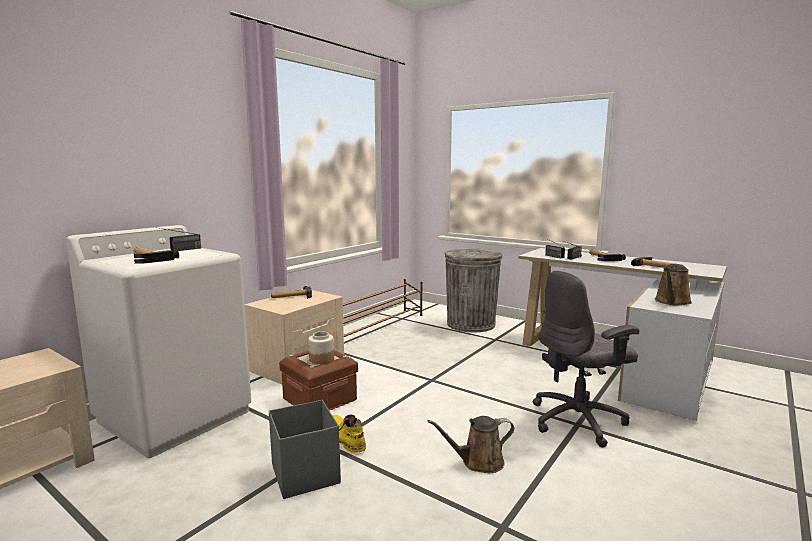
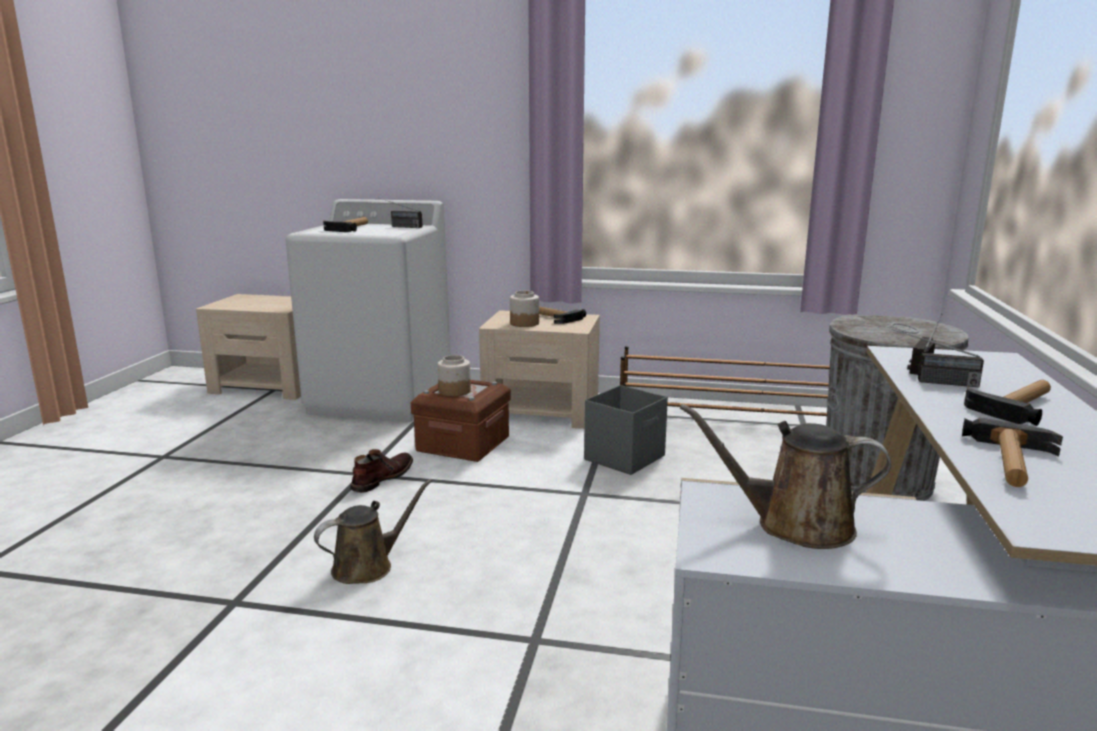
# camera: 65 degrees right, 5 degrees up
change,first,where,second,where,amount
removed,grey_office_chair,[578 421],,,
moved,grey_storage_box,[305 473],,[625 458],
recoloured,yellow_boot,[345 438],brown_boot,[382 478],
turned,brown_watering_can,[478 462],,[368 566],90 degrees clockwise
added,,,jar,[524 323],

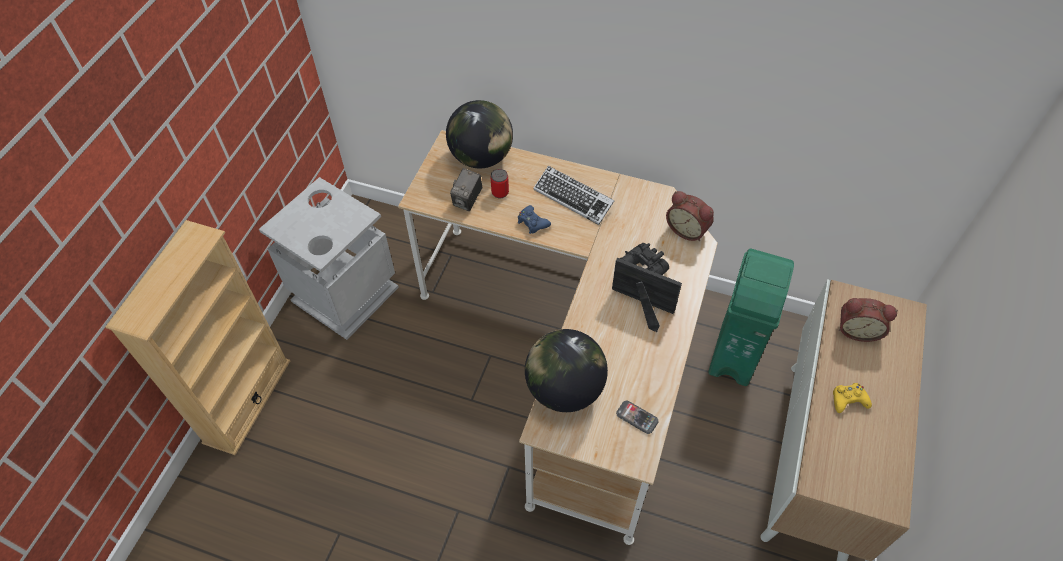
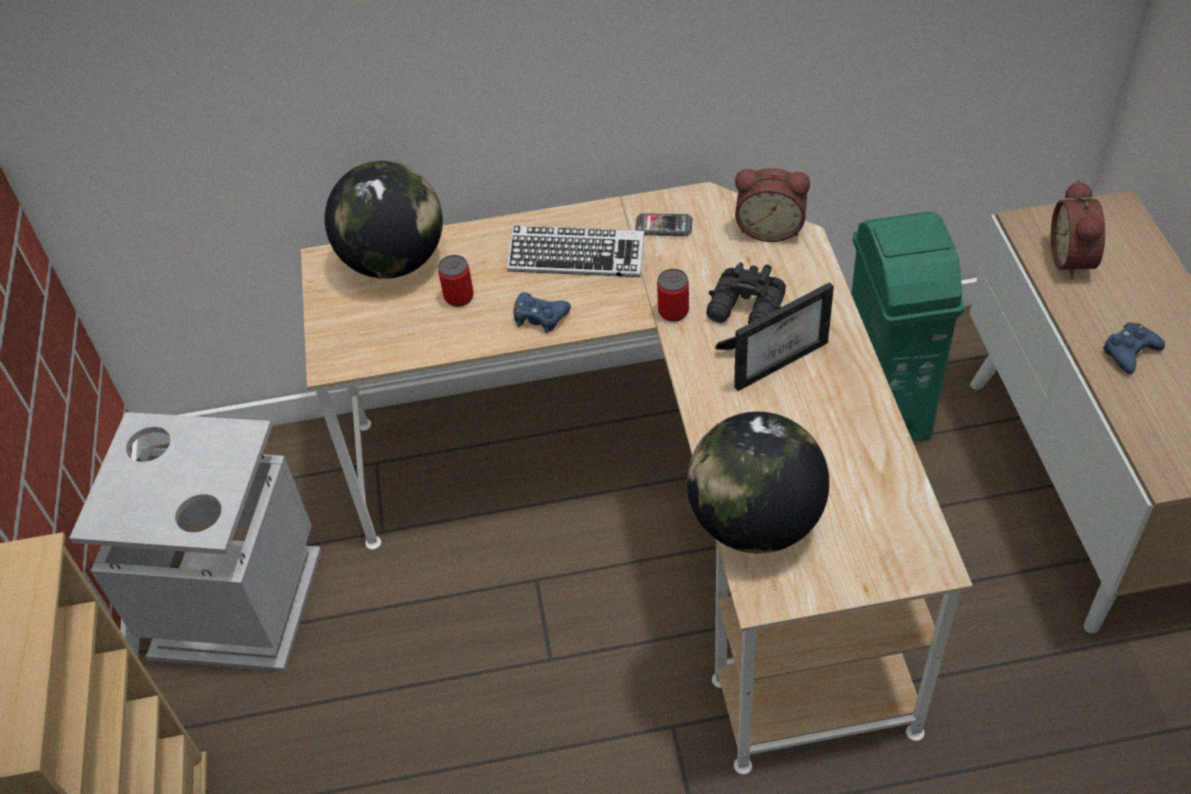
# camera: 25 degrees left, 5 degrees down
change,first,where,second,where,amount
removed,photo_camera,[467 200],,,
turned,picture_frame,[639 305],,[776 357],150 degrees clockwise
turned,alarm_clock,[857 329],,[1074 259],105 degrees clockwise
recoloured,yellow_game_controller,[848 400],blue_game_controller,[1129 352],
moved,phone,[637 417],,[664 226],
added,,,can,[673 311],

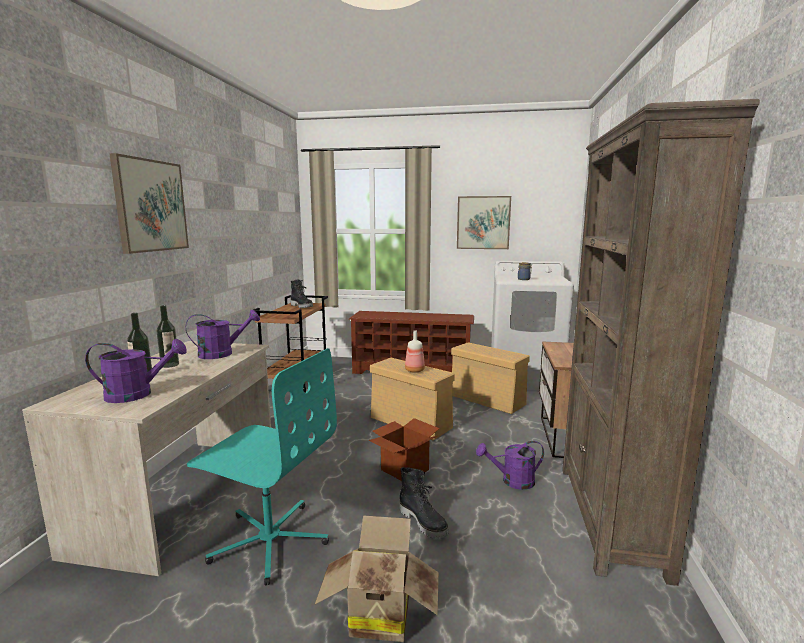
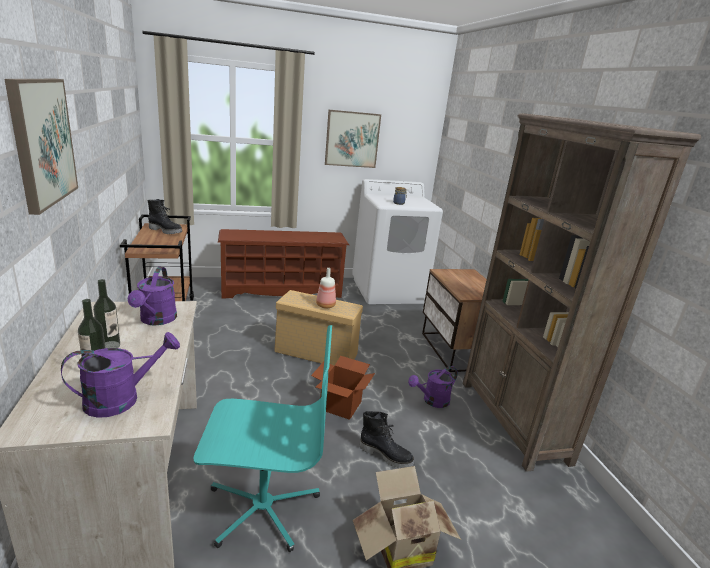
# camera: 25 degrees left, 10 degrees up
change,first,where,second,where,amount
turned,purple_watering_can,[222 353],,[156 320],135 degrees clockwise
removed,beige_storage_box,[488 400],,,

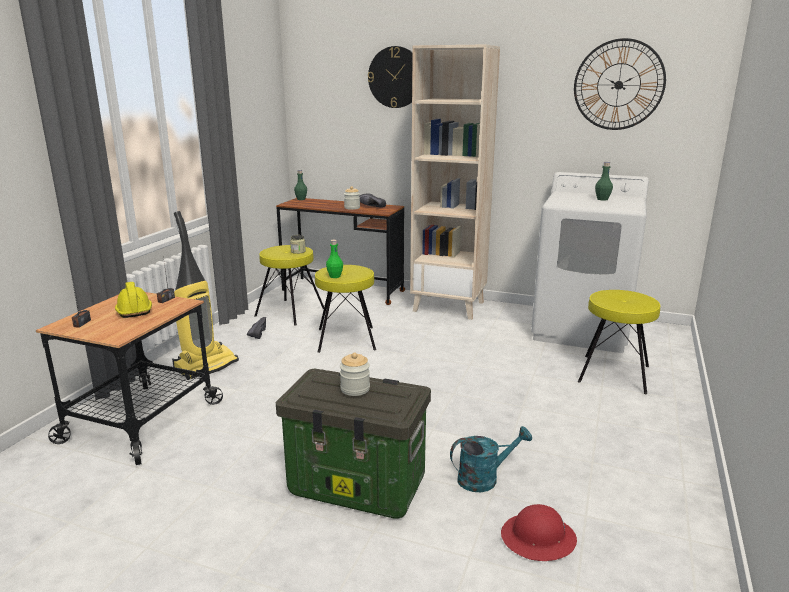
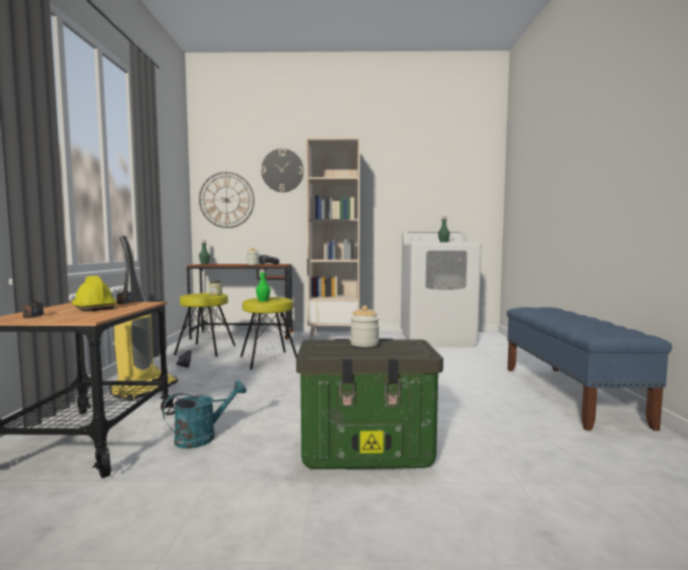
# camera: 20 degrees left, 15 degrees down
change,first,where,second,where,amount
moved,wall_clock,[618 85],,[226 200],
removed,yellow_stool,[614 373],,,
moved,turquoise_watering_can,[484 478],,[203 437],
removed,red_hard_hat,[538 539],,,
added,,,blue_bench,[569 394],

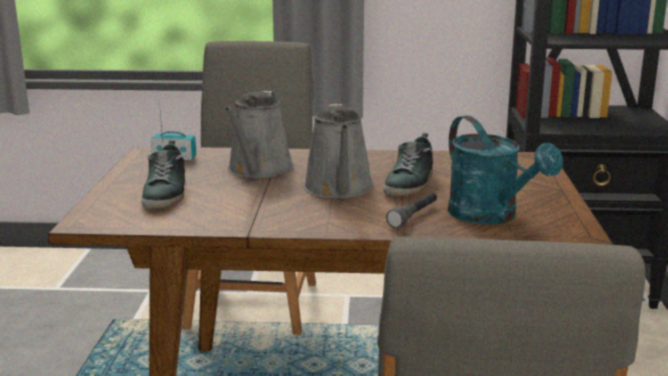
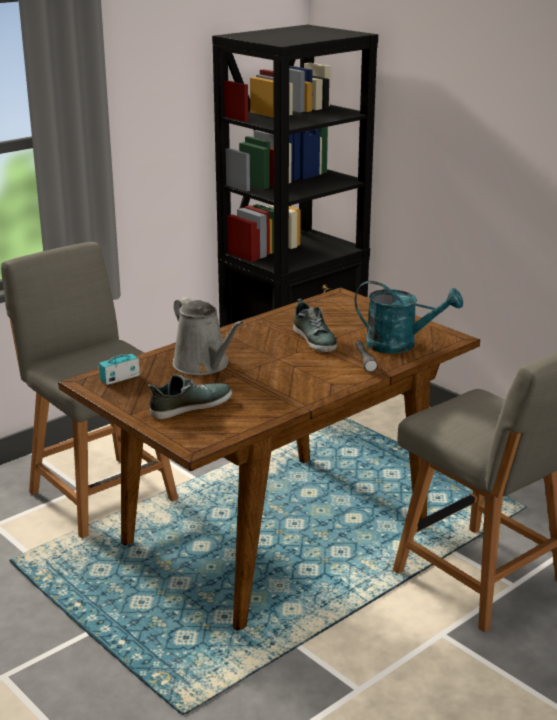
# camera: 45 degrees left, 5 degrees up
change,first,where,second,where,amount
removed,grey_watering_can,[339 189],,,
turned,shoe,[166 193],,[190 405],75 degrees counterclockwise

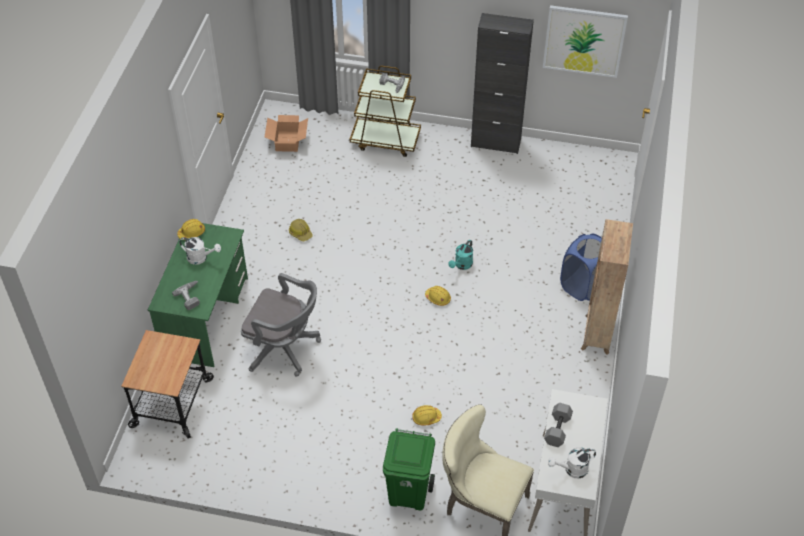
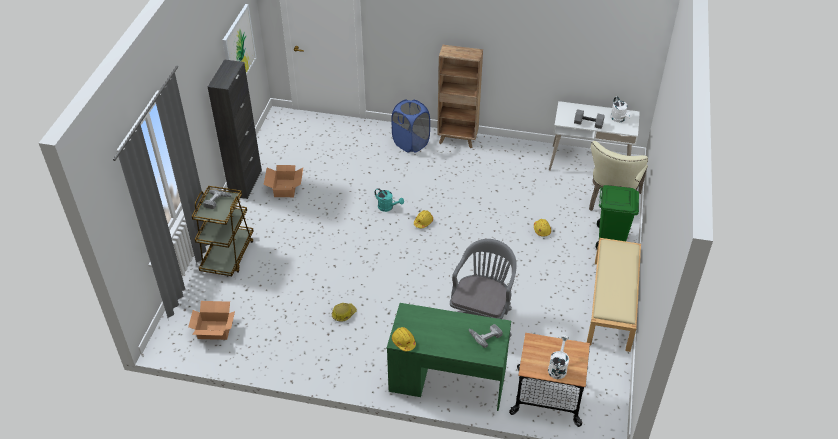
# camera: 90 degrees left, 5 degrees down
change,first,where,second,where,amount
moved,white_watering_can,[200 258],,[558 367],
added,,,cardboard_box,[285 188],
added,,,beige_bench,[612 305],

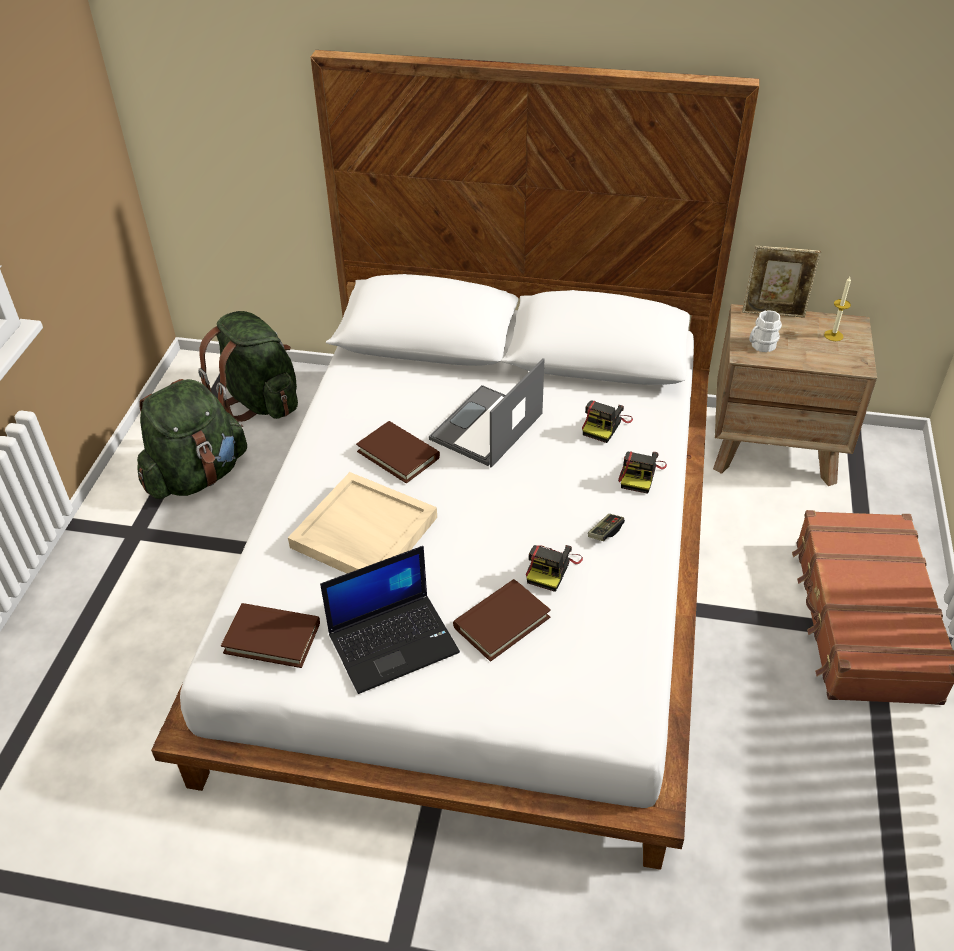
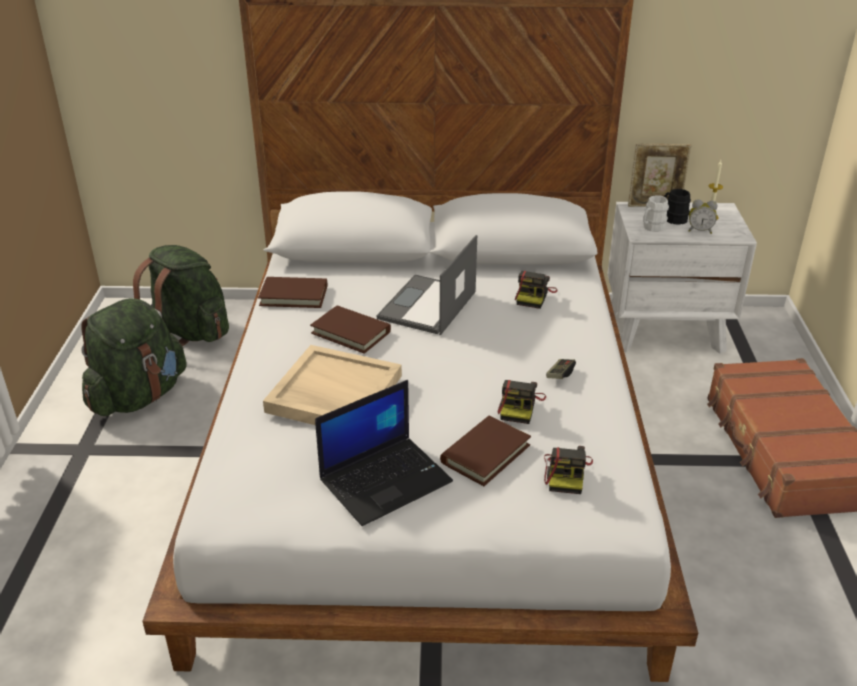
# camera: 10 degrees left, 10 degrees down
change,first,where,second,where,amount
recoloured,brown_nightstand,[775 448],white_nightstand,[665 329],
moved,photo_camera,[640 474],,[566 473],
moved,brown_book,[272 638],,[294 295],
added,,,black_mug,[673 218],
added,,,alarm_clock,[699 230],

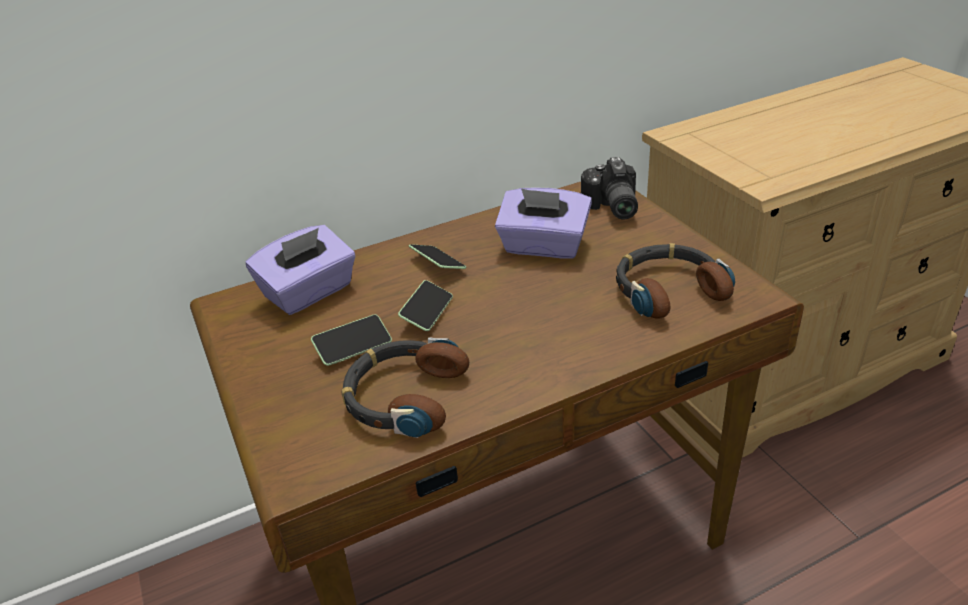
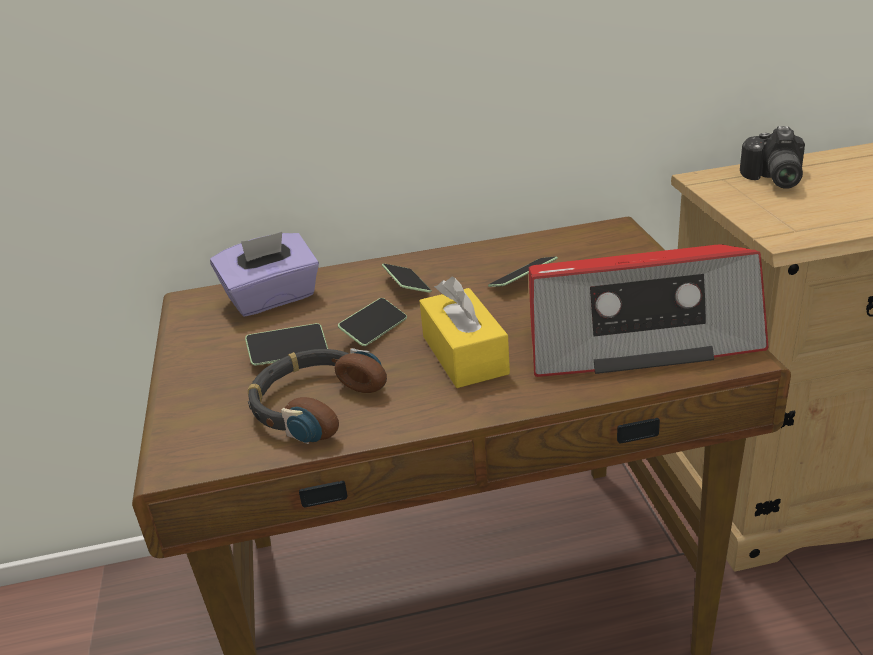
# camera: 15 degrees right, 5 degrees down
change,first,where,second,where,amount
moved,photo_camera,[611 207],,[772 179],
replaced,purple_tissue_box,[543 246],phone,[523 281],
replaced,headphones,[668 290],radio,[637 337],
added,,,yellow_tissue_box,[464 355],

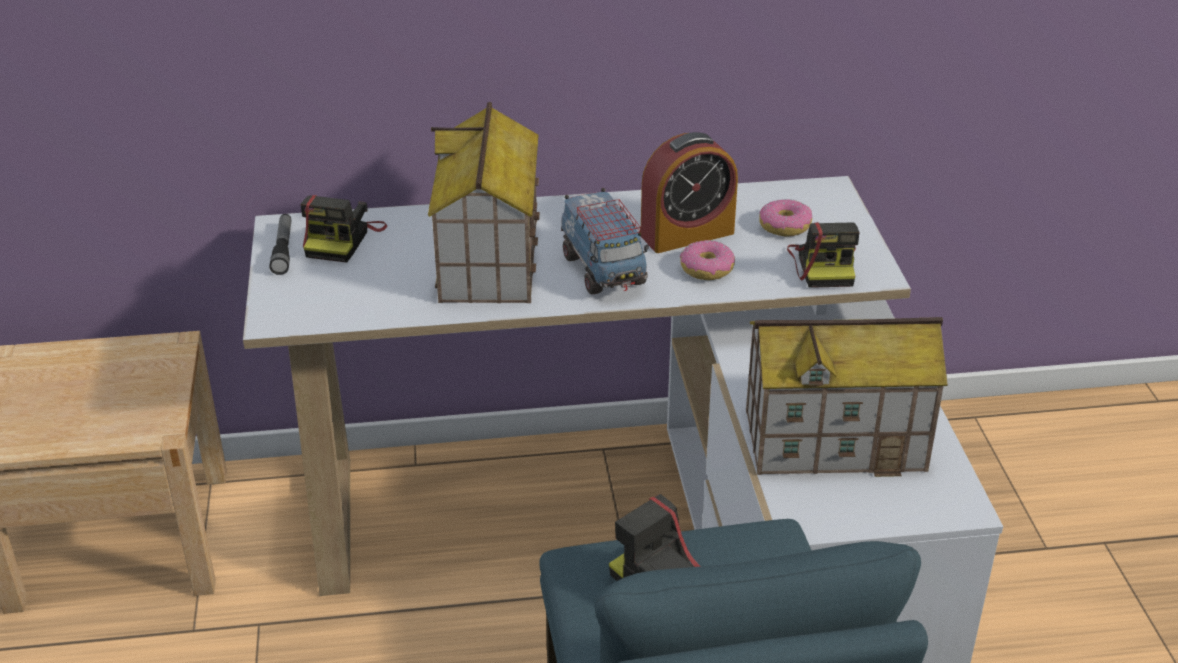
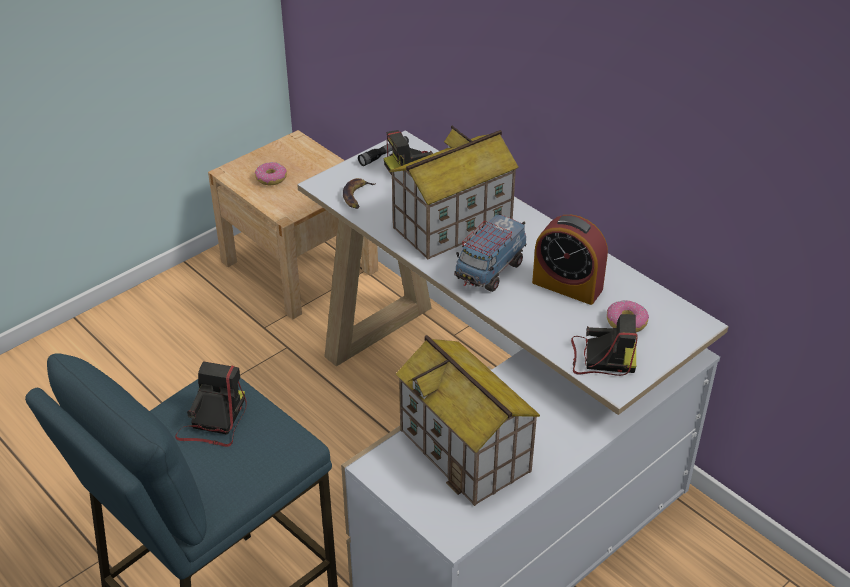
# camera: 55 degrees right, 5 degrees up
change,first,where,second,where,amount
turned,photo_camera,[824 265],,[601 358],135 degrees counterclockwise
moved,donut,[707 269],,[271 178],
added,,,banana,[357 196],

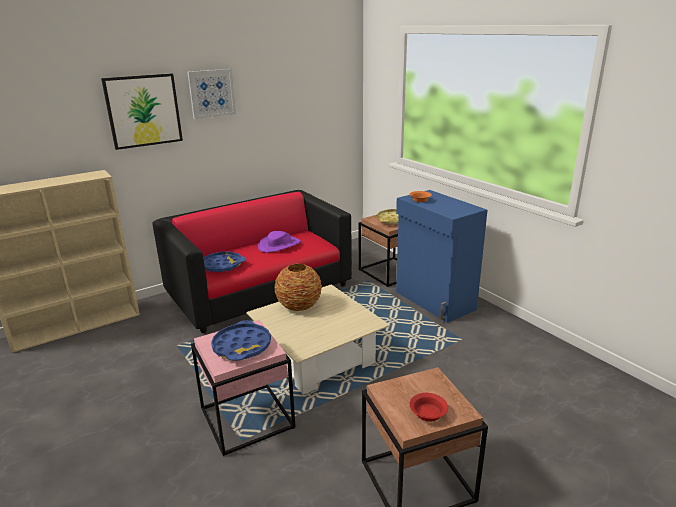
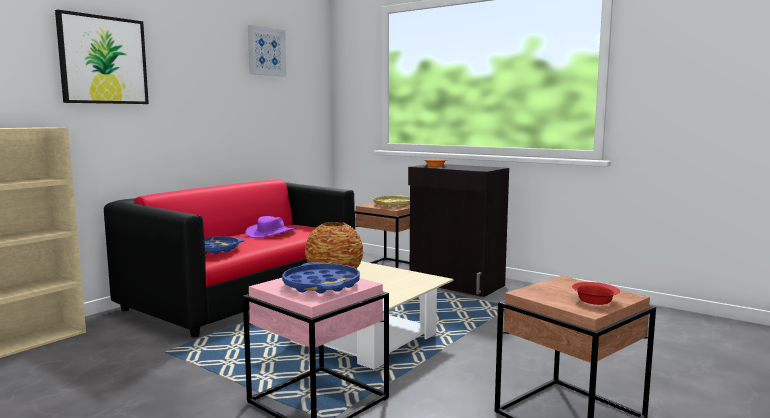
# camera: 20 degrees left, 15 degrees down
change,first,where,second,where,amount
moved,picture,[211 93],,[266 51],
recoloured,blue_cabinet,[434 301],black_cabinet,[456 284],

